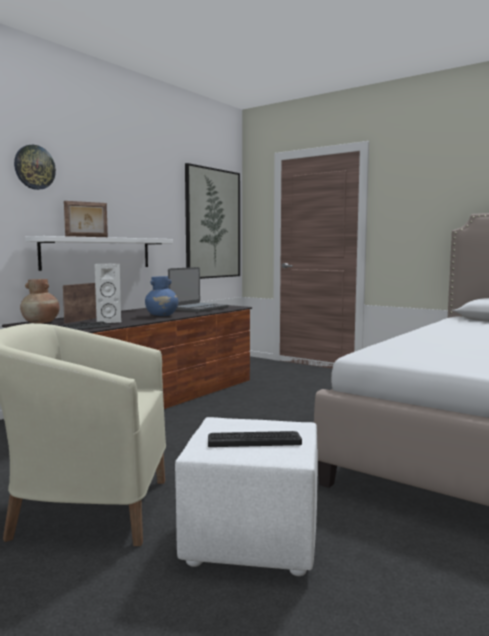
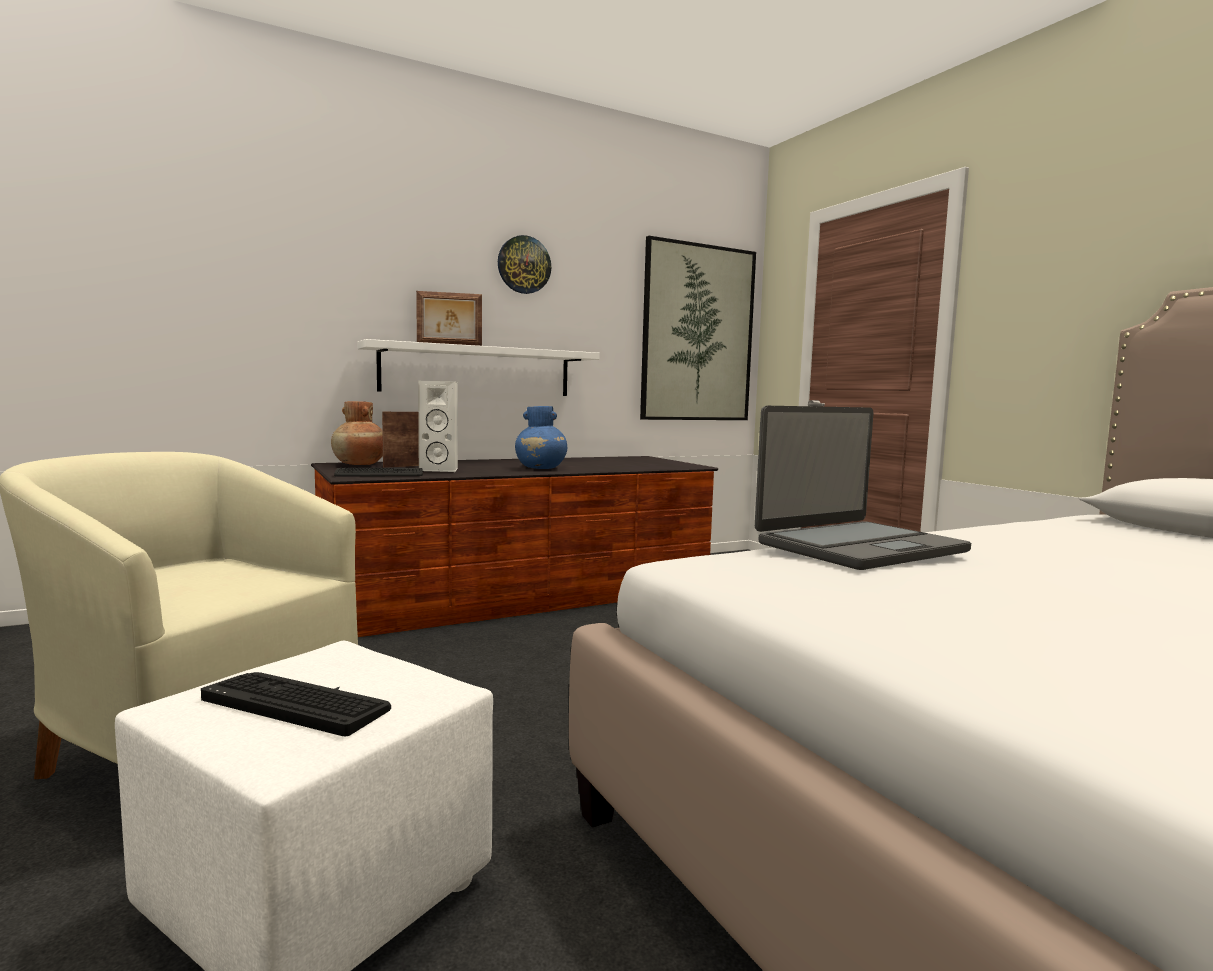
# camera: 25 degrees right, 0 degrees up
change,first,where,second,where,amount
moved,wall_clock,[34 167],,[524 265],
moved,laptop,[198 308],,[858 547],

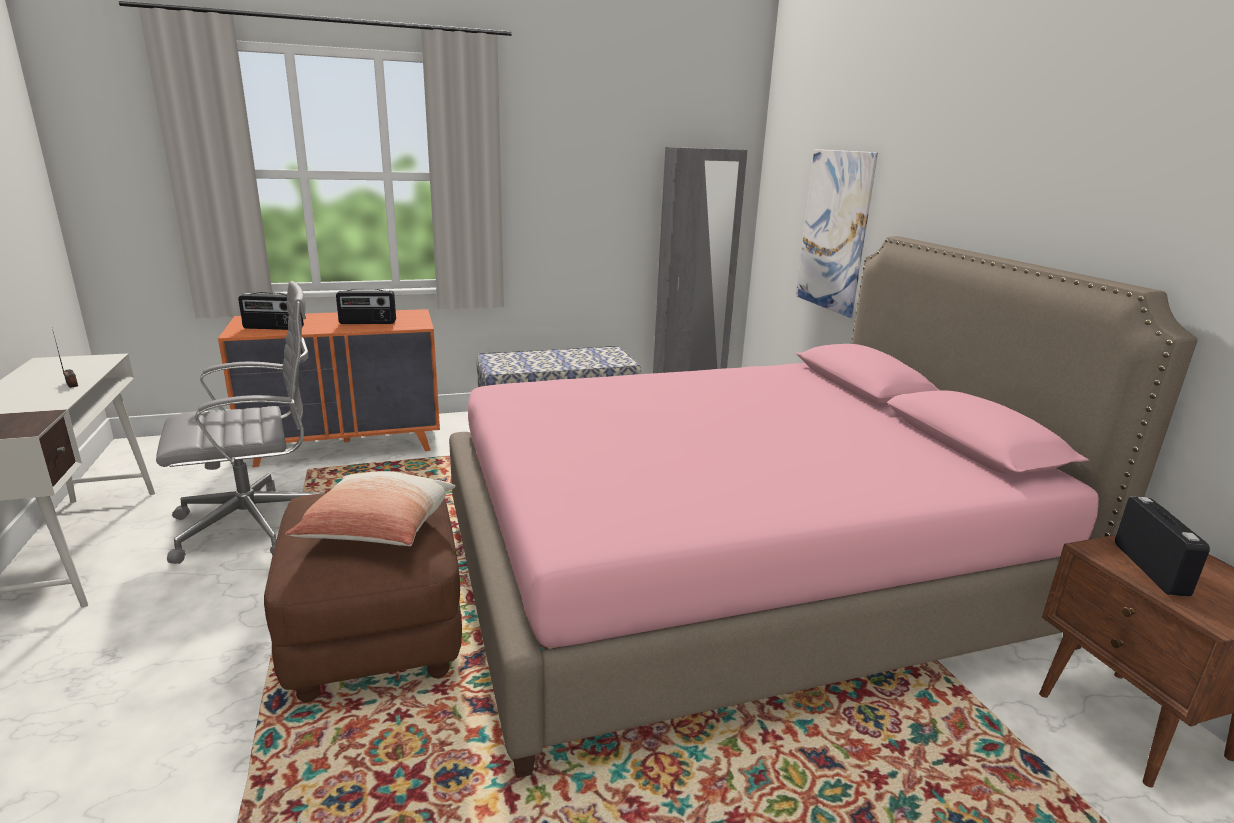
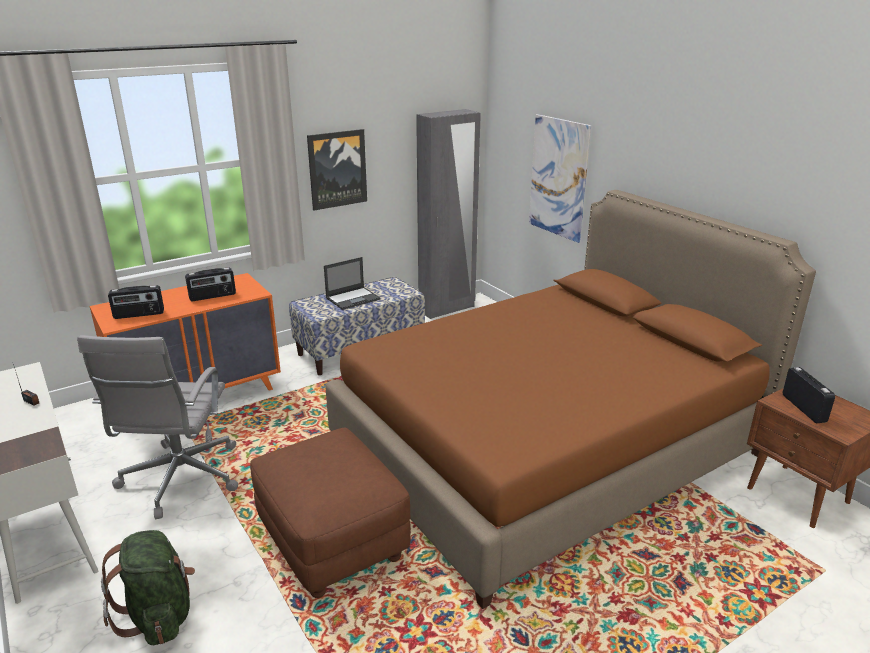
# camera: 15 degrees left, 5 degrees up
change,first,where,second,where,amount
recoloured,pink_bed,[733 576],brown_bed,[546 449],
turned,grey_office_chair,[257 525],,[180 479],135 degrees clockwise
removed,pillow,[378 529],,,
added,,,picture,[337 169],
added,,,laptop,[353 298],
added,,,green_backpack,[159 615],

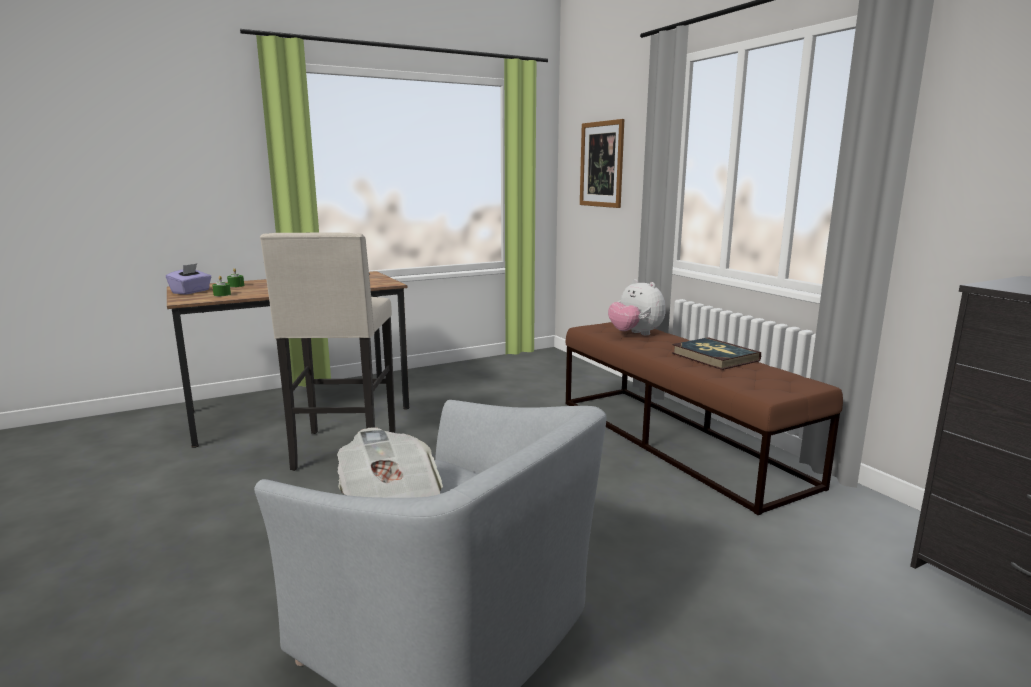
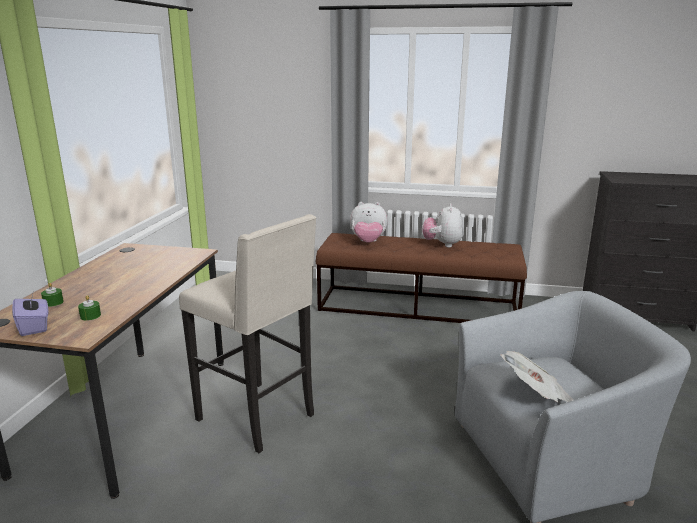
# camera: 50 degrees left, 5 degrees up
change,first,where,second,where,amount
removed,picture,[601 164],,,
replaced,book,[714 357],plush_toy,[442 244],

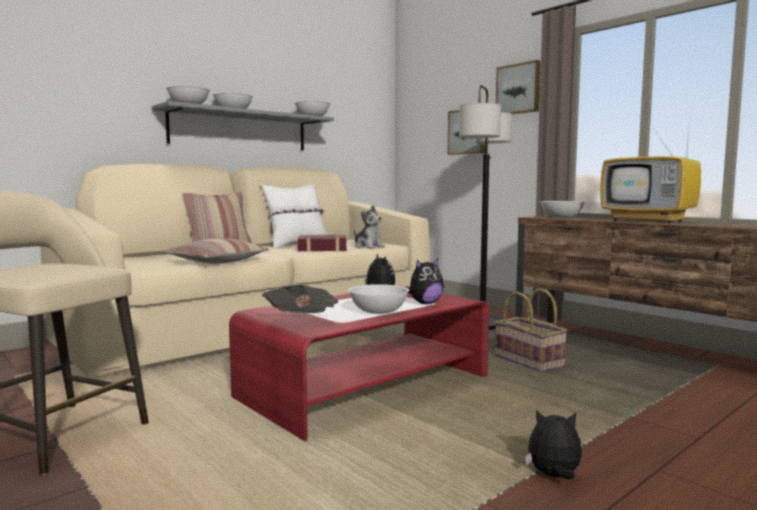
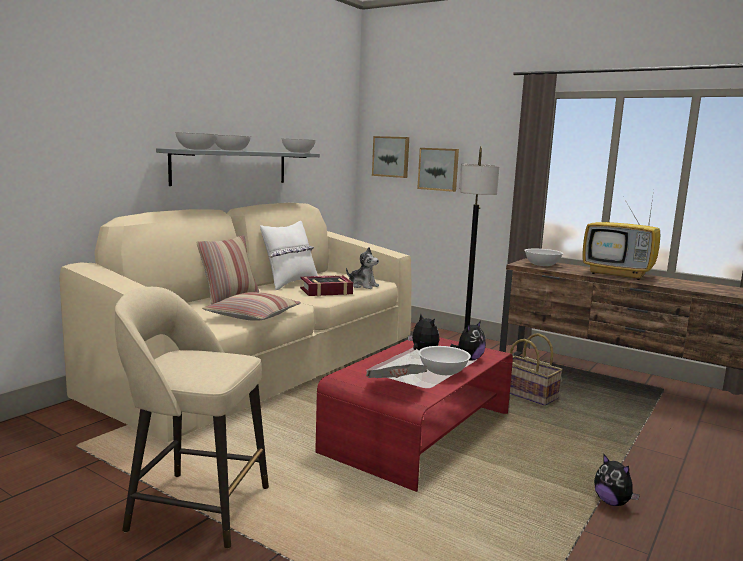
# camera: 15 degrees left, 5 degrees up
change,first,where,second,where,amount
moved,picture,[518 89],,[391 156],
turned,plush_toy,[554 476],,[612 502],120 degrees counterclockwise

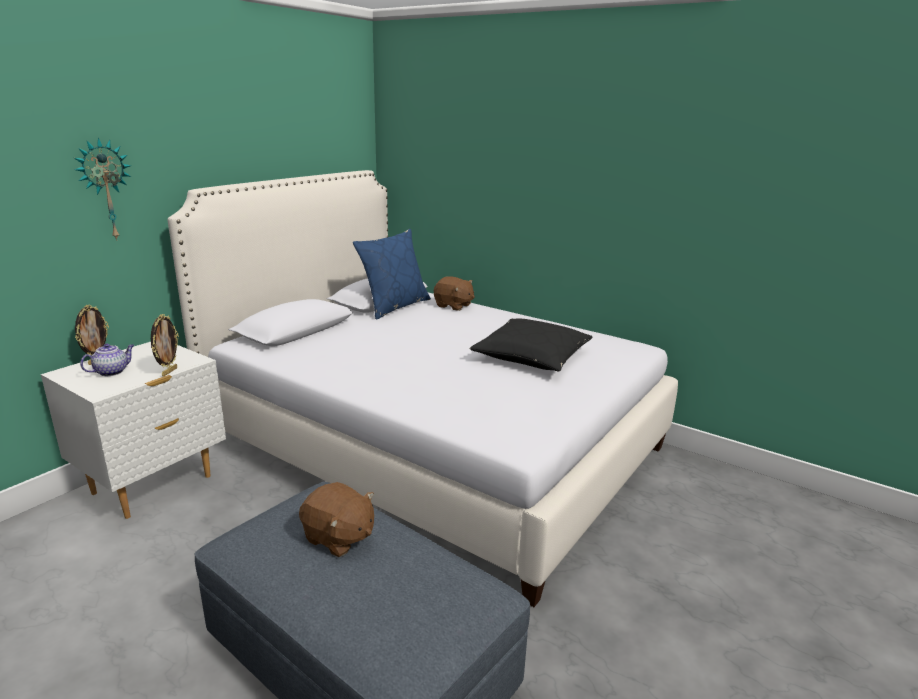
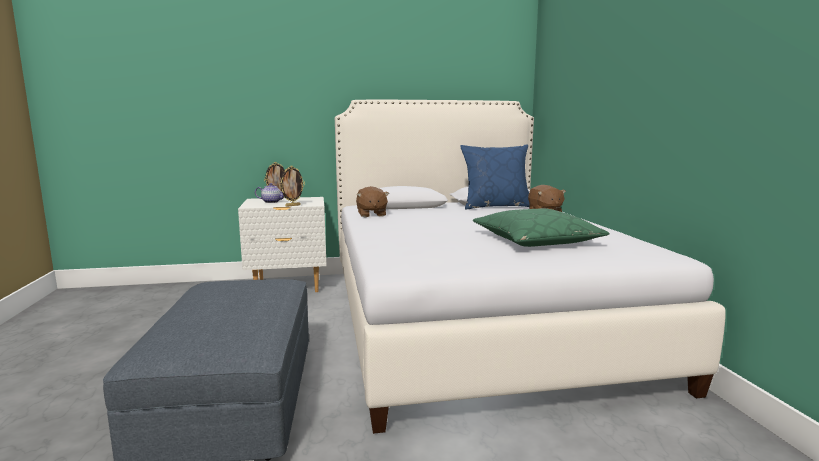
# camera: 45 degrees right, 10 degrees down
change,first,where,second,where,amount
removed,wall_clock,[105 190],,,
recoloured,black_pillow,[532 356],green_pillow,[536 241],
moved,brown_plush_toy,[338 538],,[371 214],

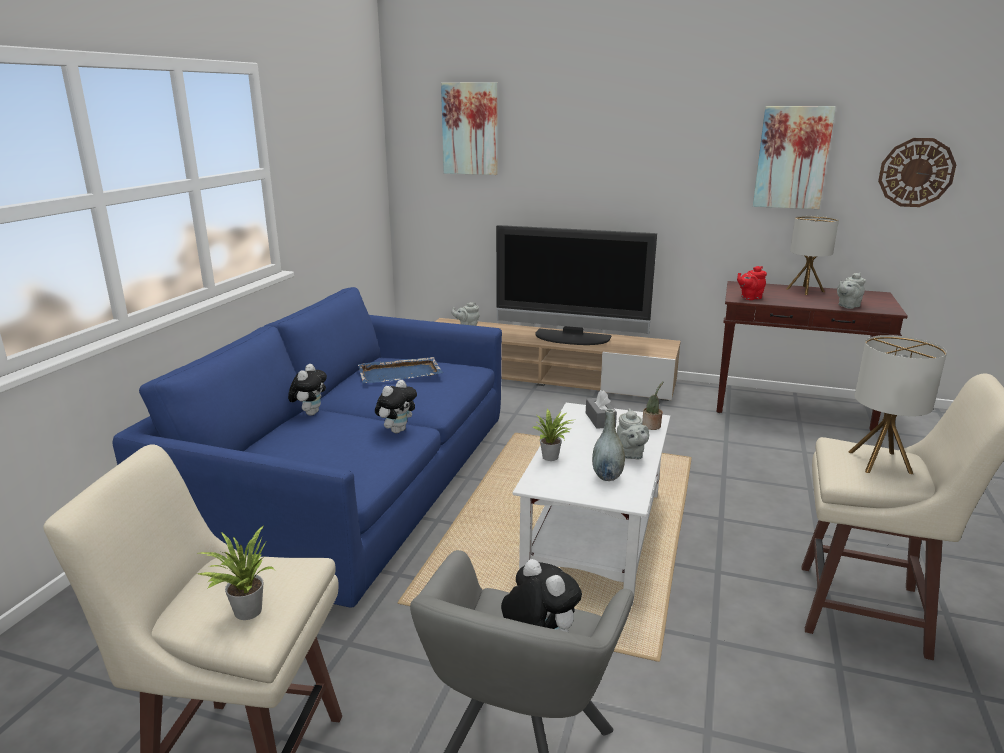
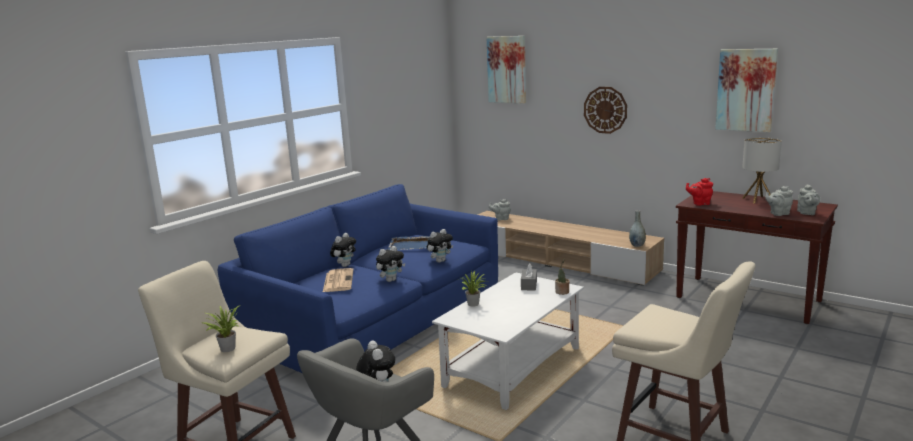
# camera: 20 degrees right, 5 degrees down
change,first,where,second,where,amount
moved,wall_clock,[916 172],,[605 110],
removed,television,[571 338],,,
removed,table_lamp,[880 462],,,
moved,grey_teapot,[630 454],,[806 213],
moved,grey_vase,[607 476],,[637 245],
added,,,plush_toy,[440 261],
added,,,newspaper,[338 281],

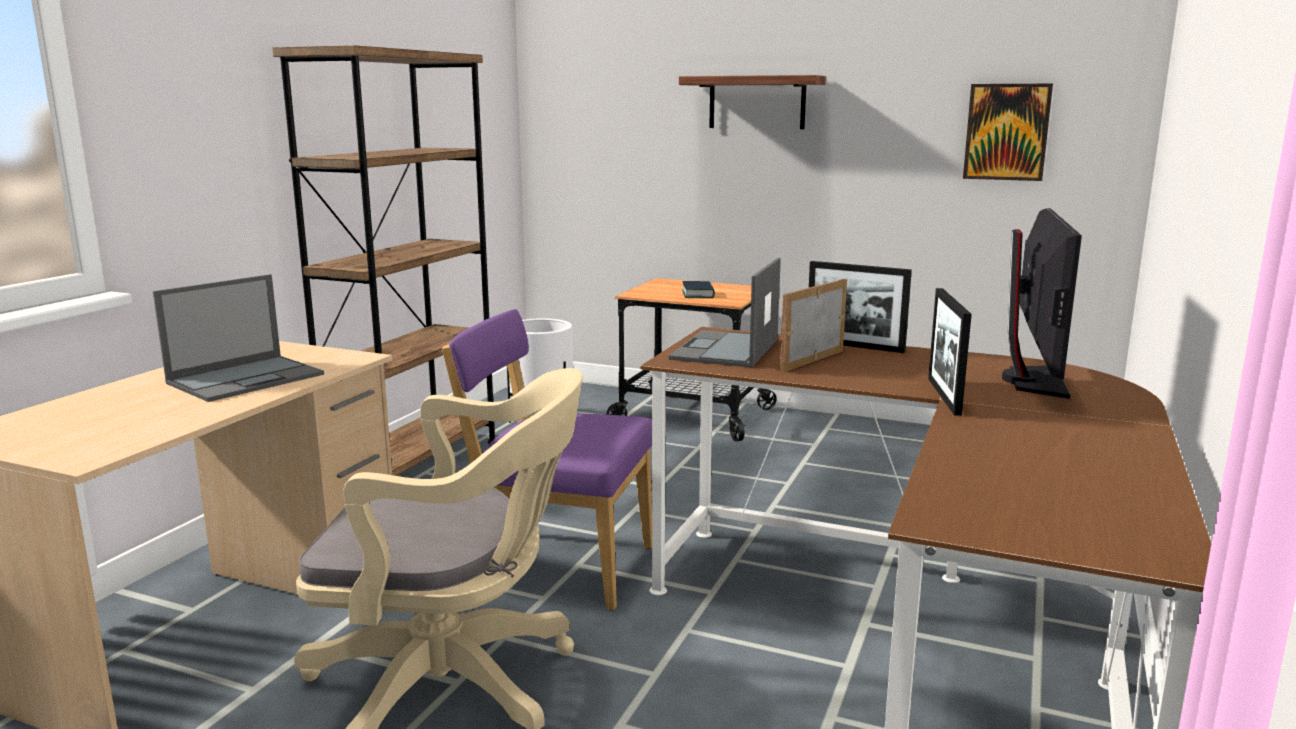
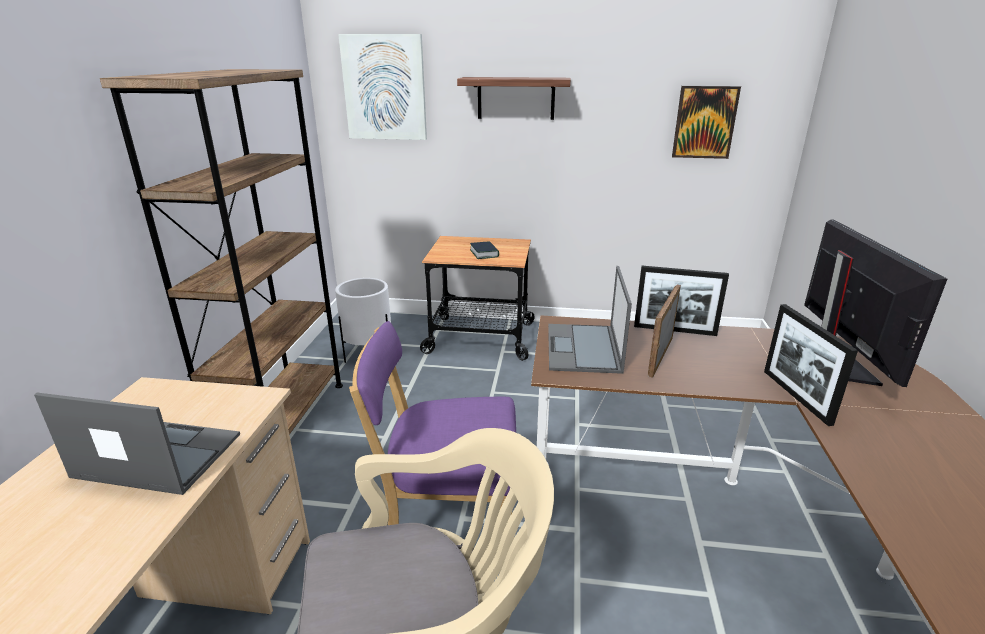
# camera: 15 degrees left, 10 degrees up
change,first,where,second,where,amount
turned,laptop,[247 378],,[156 456],105 degrees counterclockwise
added,,,picture,[385 88],

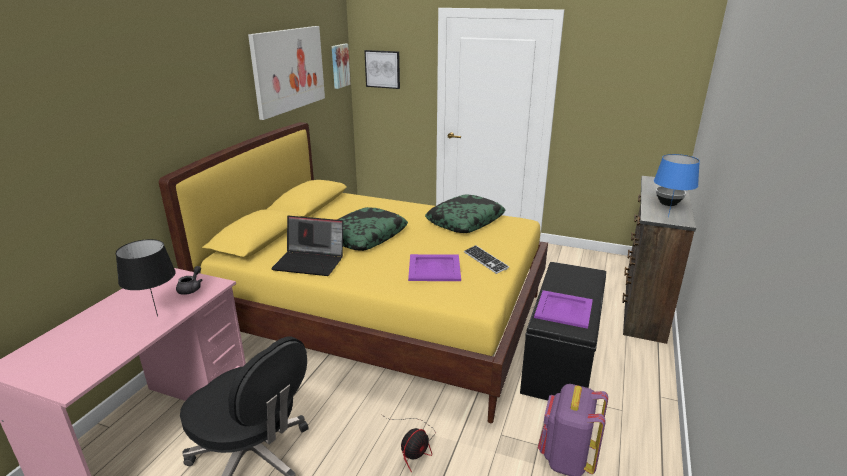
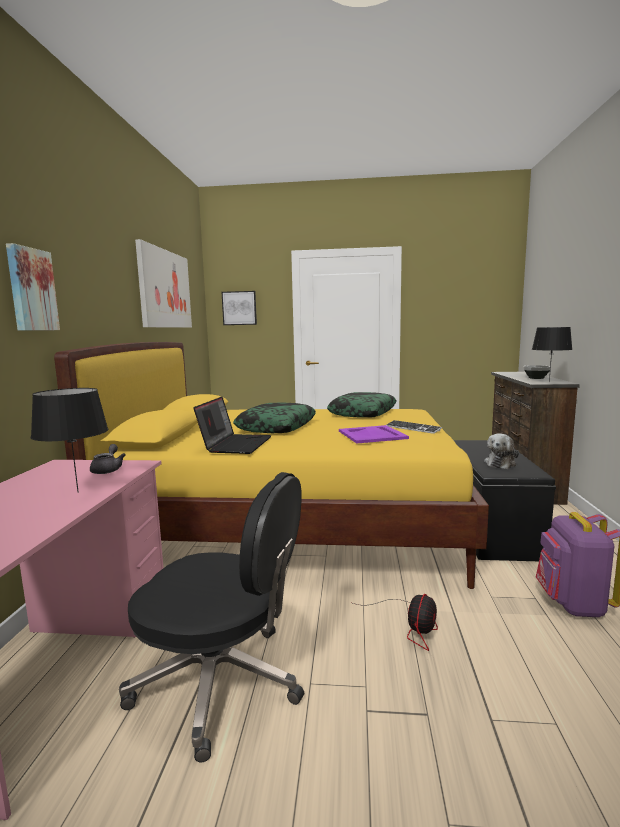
# camera: 15 degrees left, 15 degrees down
change,first,where,second,where,amount
moved,picture,[339 65],,[31 290],
recoloured,blue_table_lamp,[668 217],black_table_lamp,[549 382],
turned,laptop,[311 262],,[235 444],75 degrees counterclockwise
replaced,purple_tray,[564 309],plush_toy,[501 463],

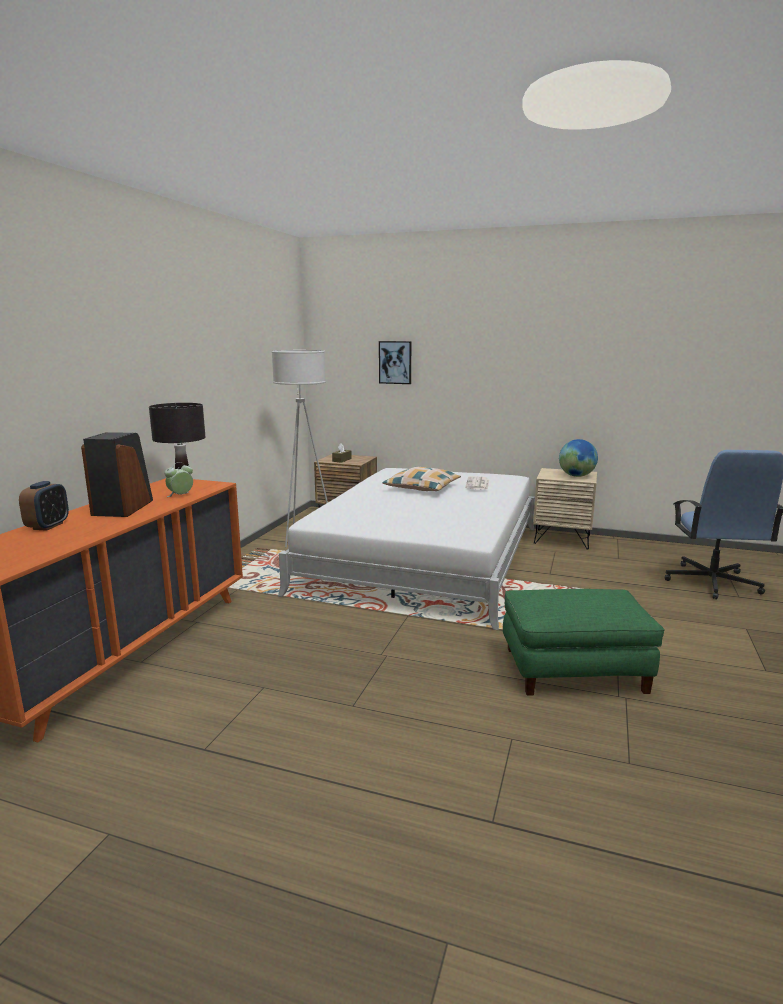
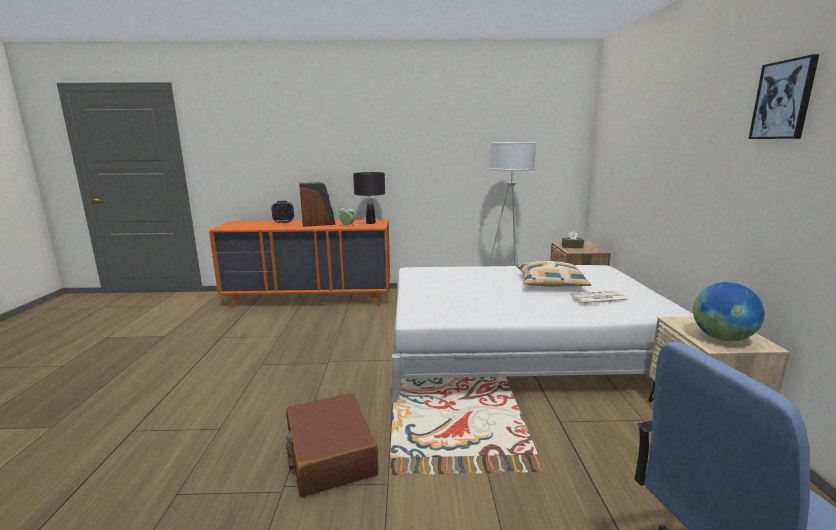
# camera: 70 degrees right, 0 degrees up
change,first,where,second,where,amount
moved,picture,[395 362],,[783 100],
replaced,green_ottoman,[574 669],brown_suitcase,[330 454],

